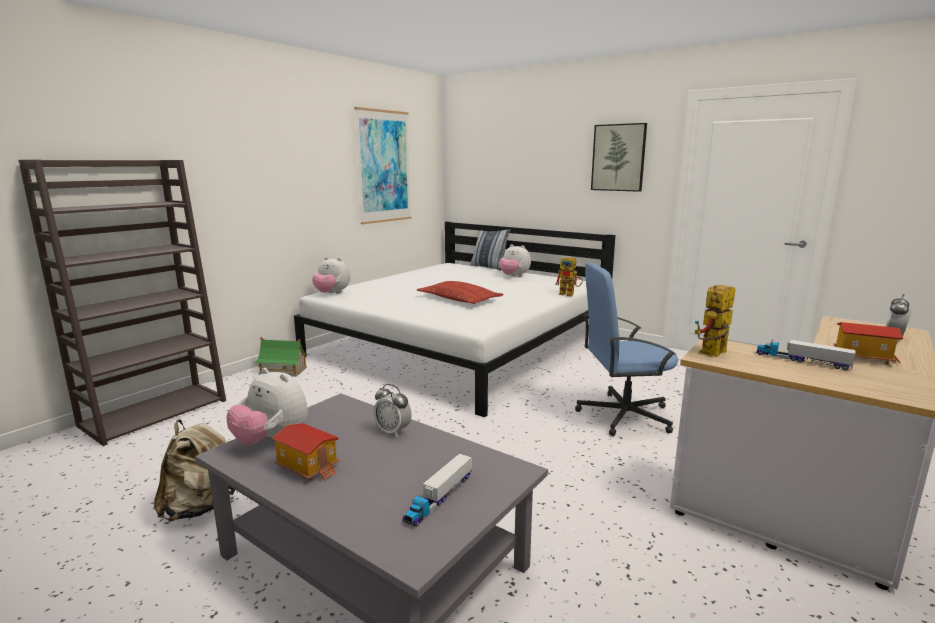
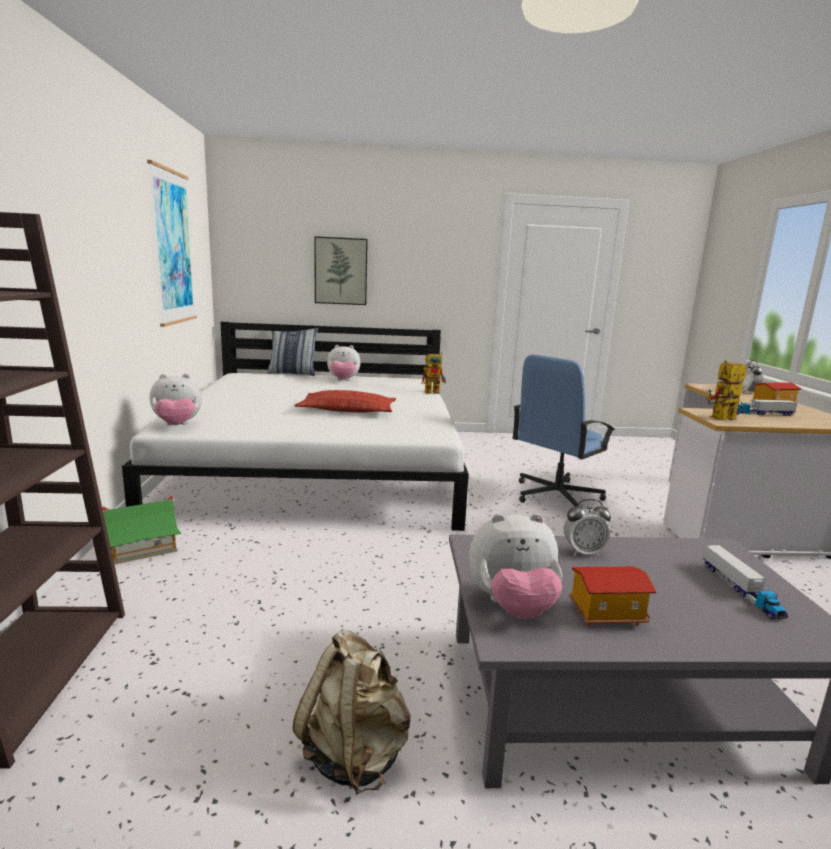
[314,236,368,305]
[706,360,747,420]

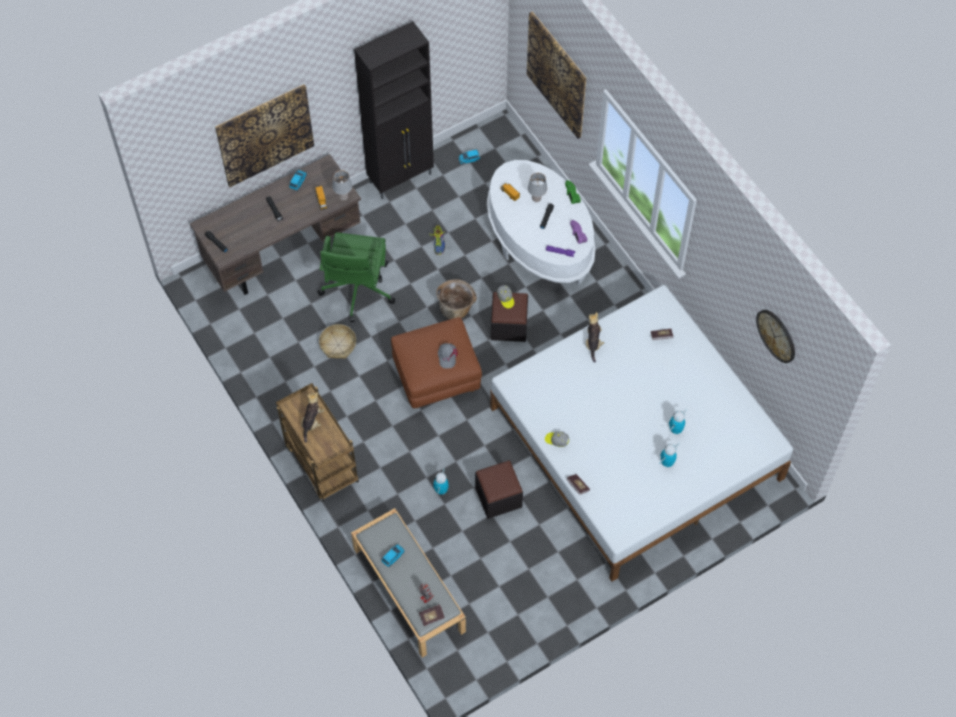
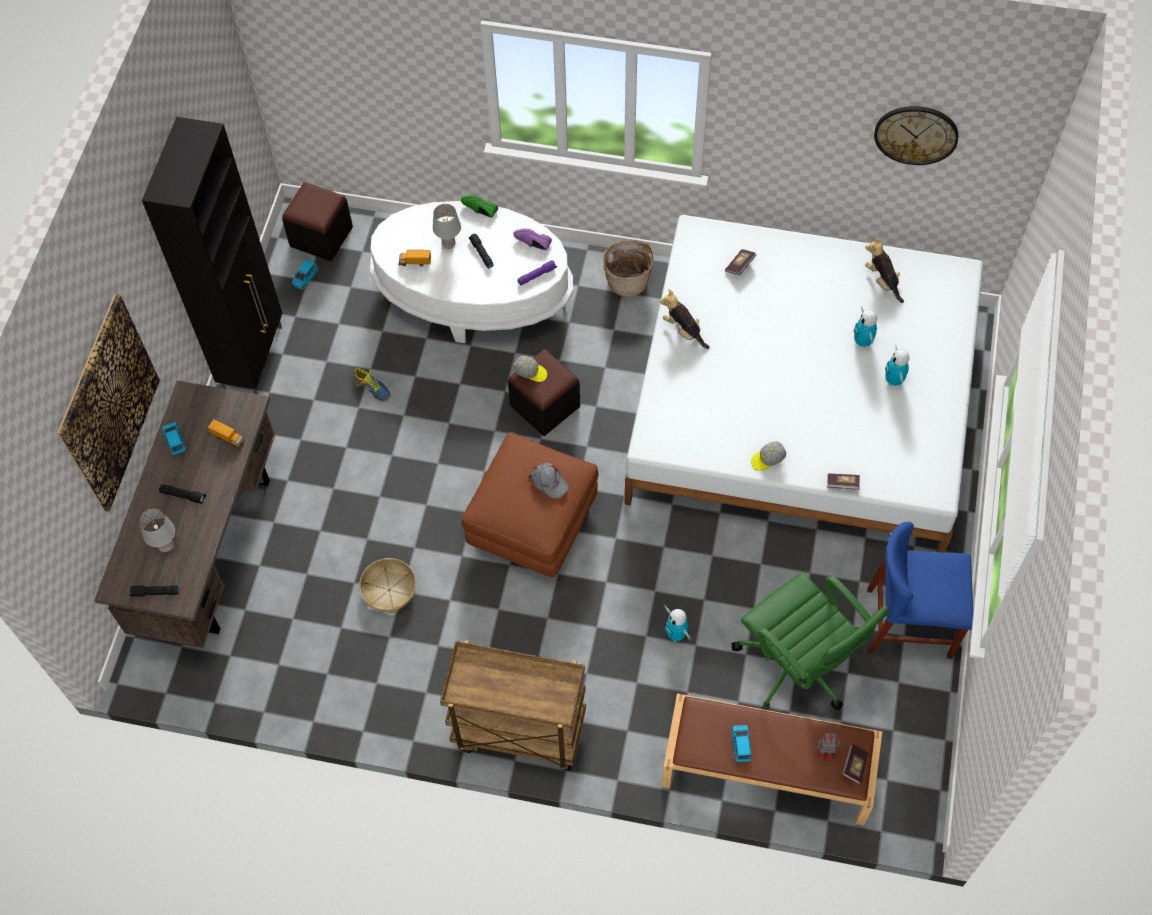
[527,11,586,139] (first image)
[139,509,175,552]
[731,572,889,710]
[603,240,654,297]
[865,237,904,303]
[282,182,353,261]
[662,693,882,825]
[867,522,973,659]

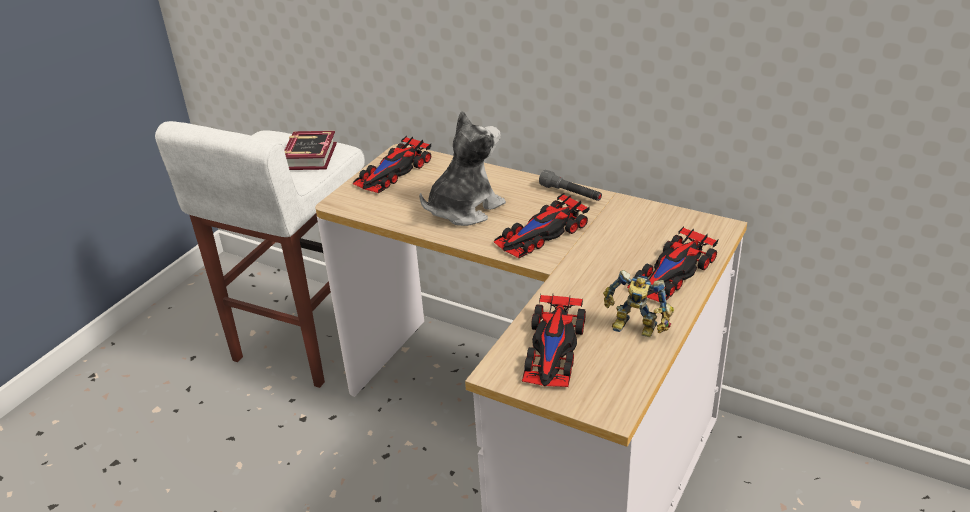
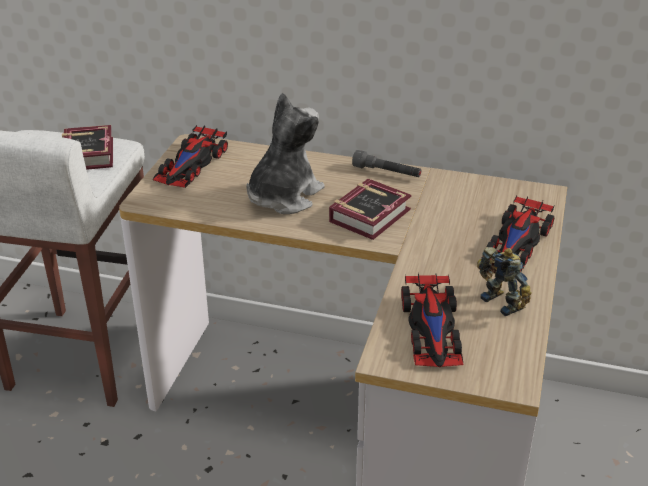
[329,179,412,240]
[477,247,531,316]

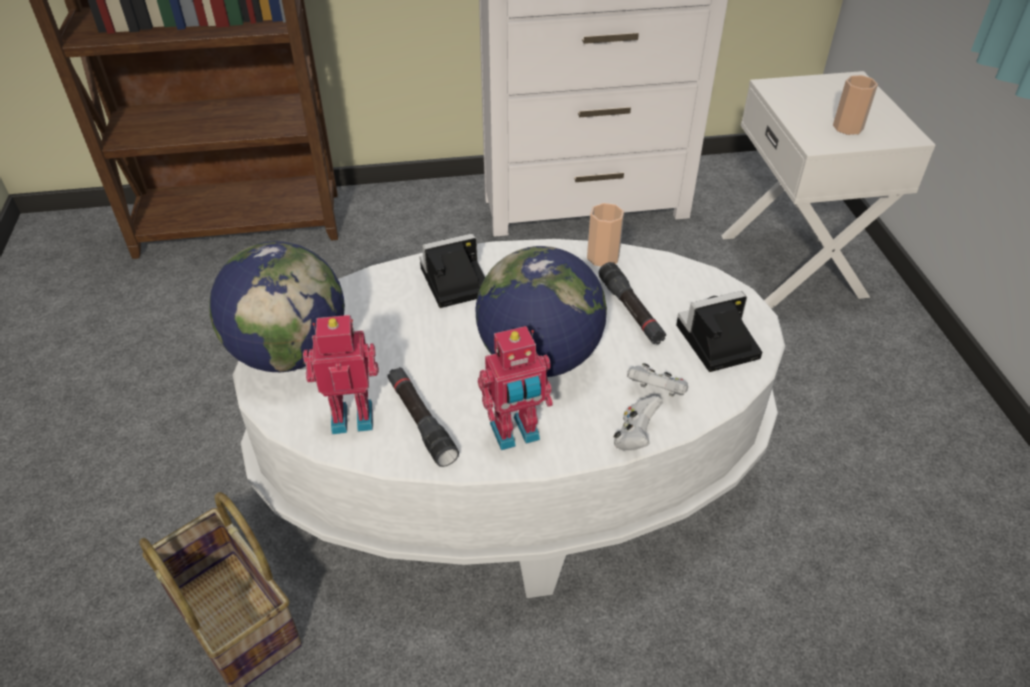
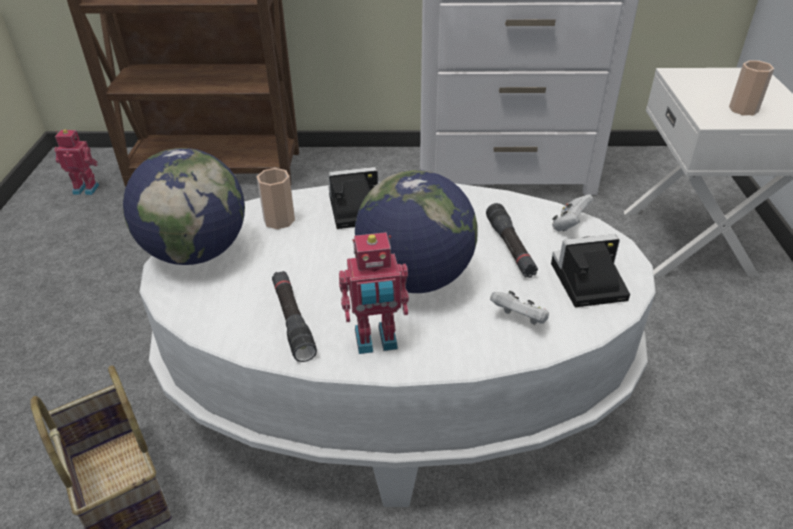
[257,168,295,229]
[54,129,99,195]
[552,194,593,231]

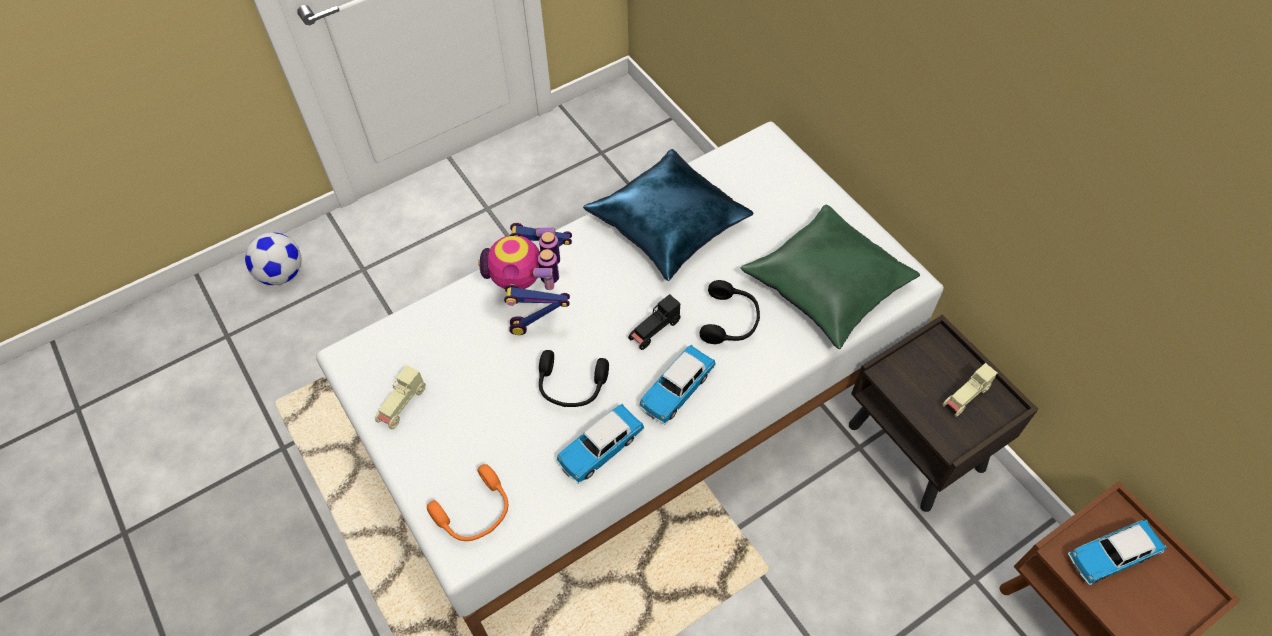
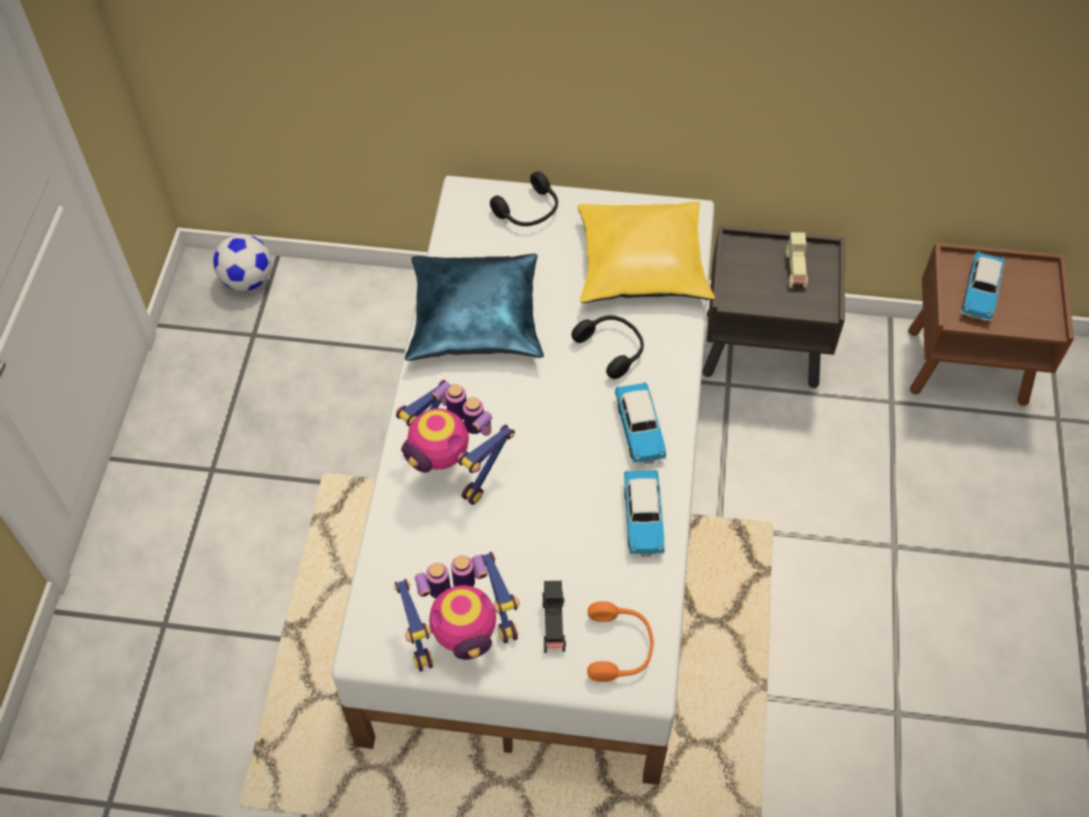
[578,202,715,303]
[213,234,271,291]
[543,581,566,653]
[490,172,558,226]
[394,552,520,672]

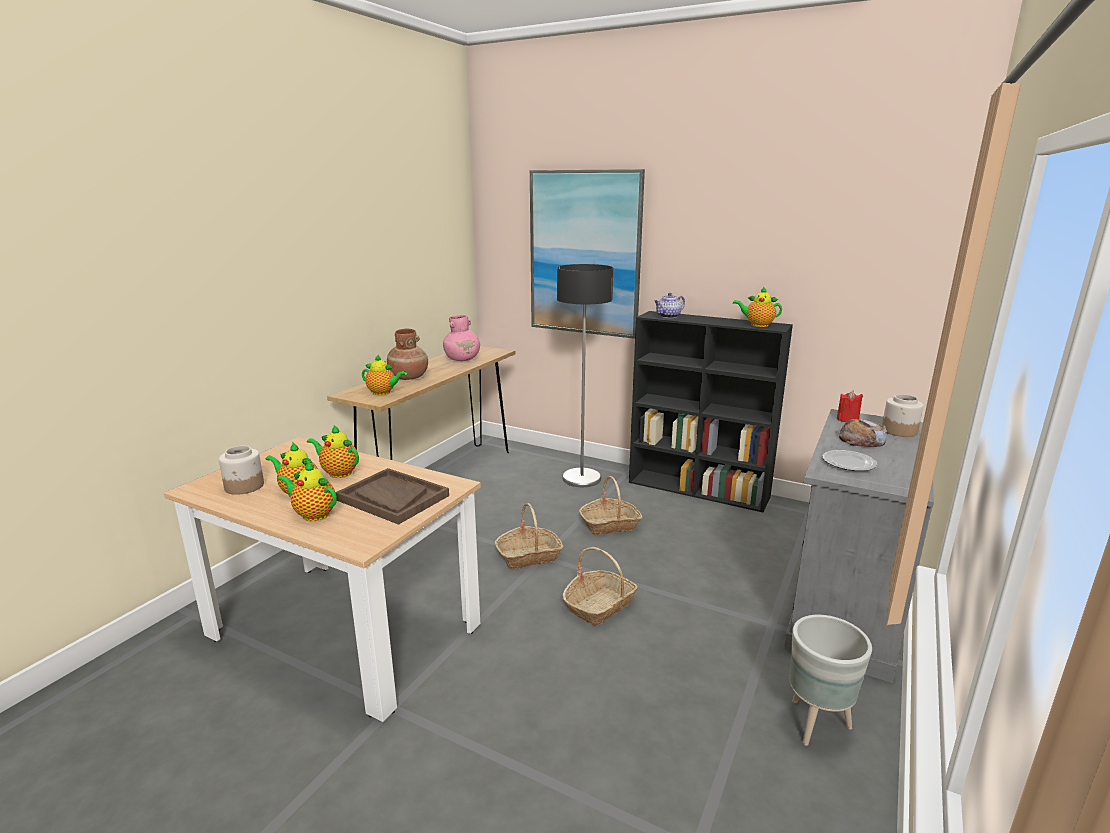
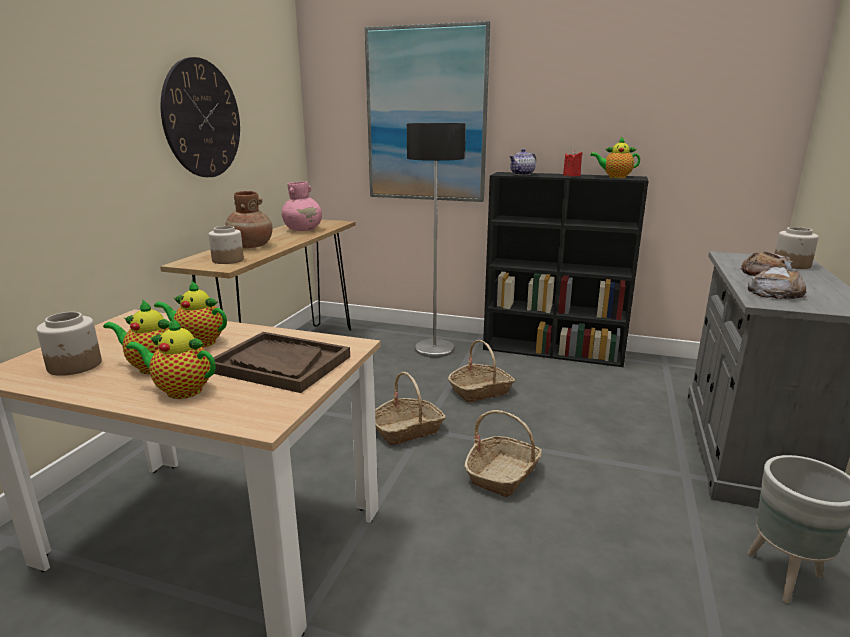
[209,226,244,264]
[563,150,583,176]
[748,267,807,299]
[161,57,240,177]

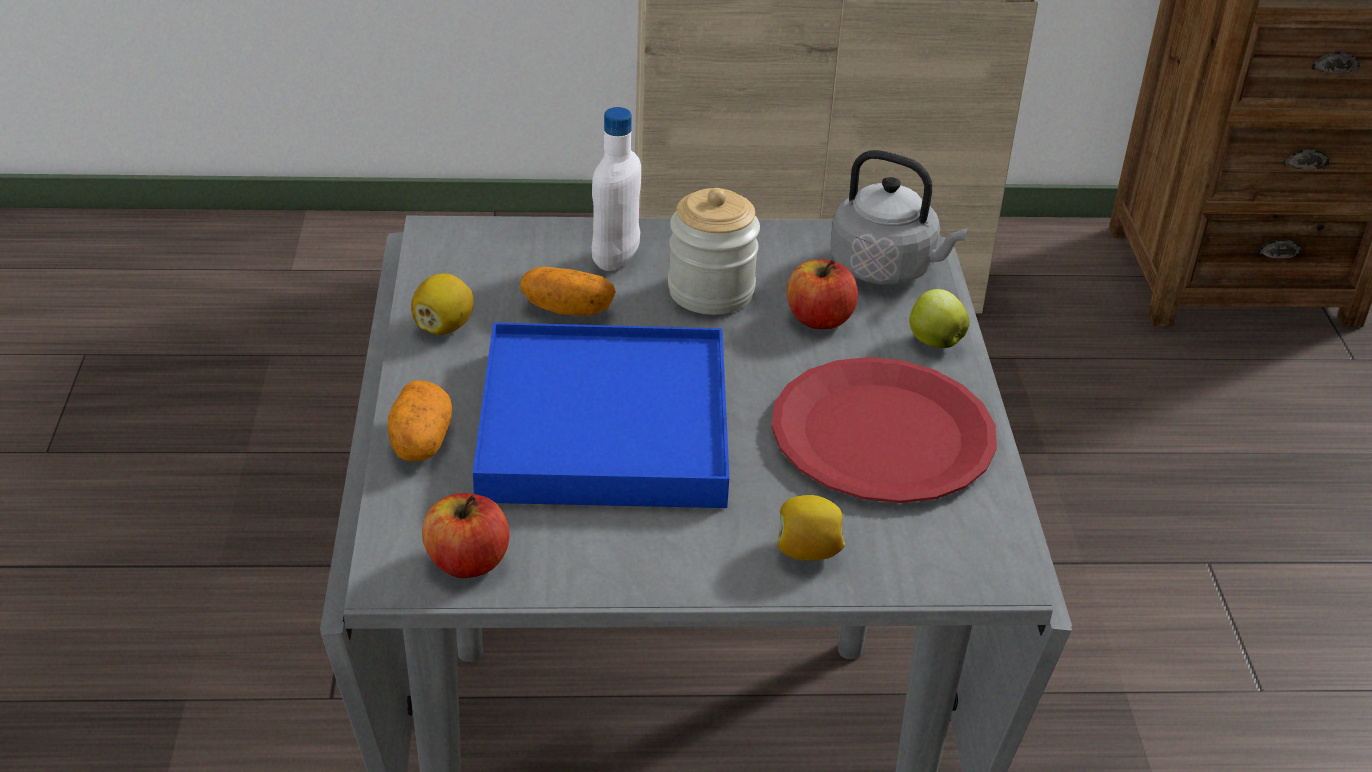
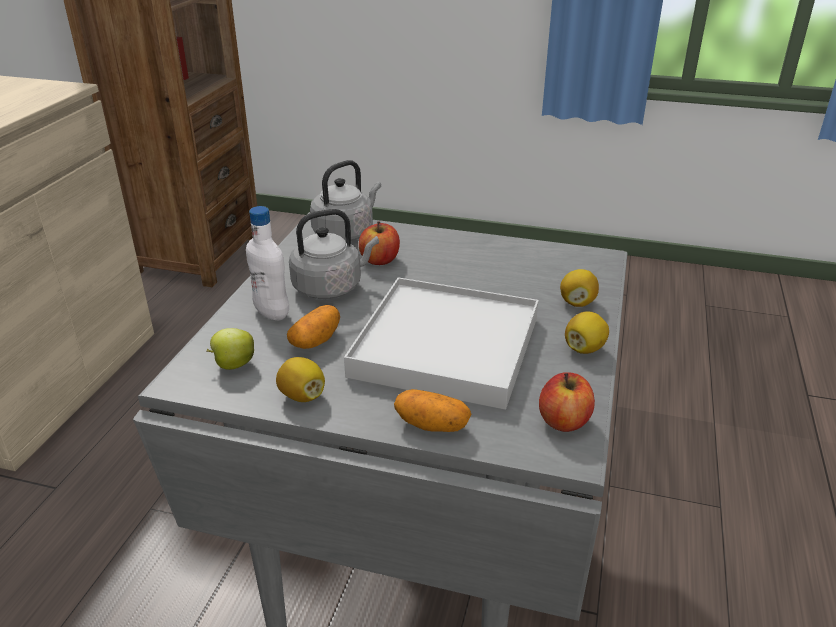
[289,209,379,299]
[206,328,254,370]
[344,277,539,410]
[772,357,997,503] (first image)
[565,311,609,354]

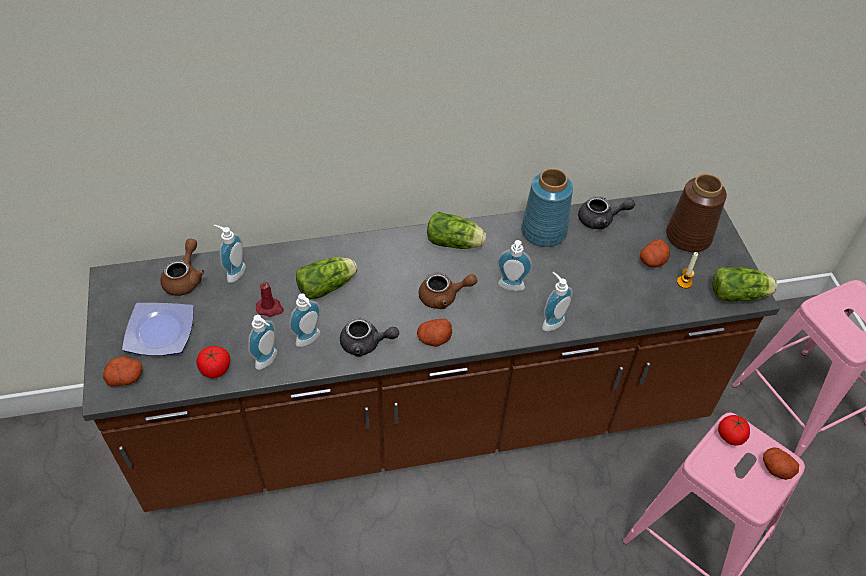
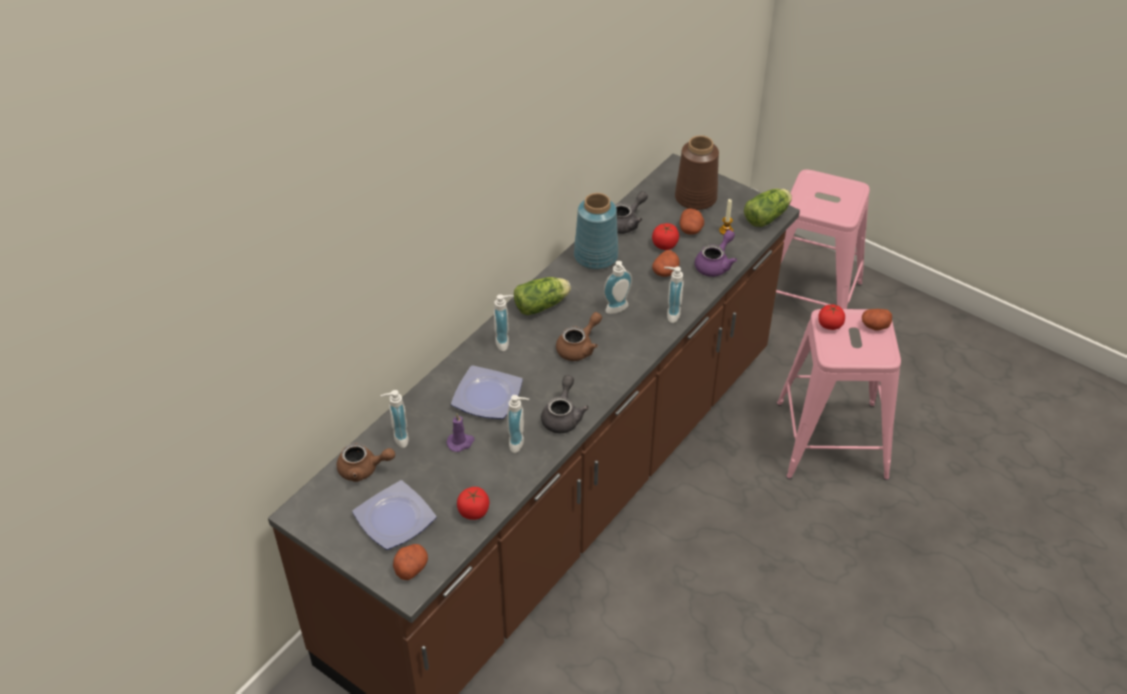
[337,443,395,482]
[451,365,523,419]
[446,413,474,452]
[494,294,514,351]
[541,375,589,433]
[652,250,680,277]
[652,223,679,250]
[695,230,737,277]

